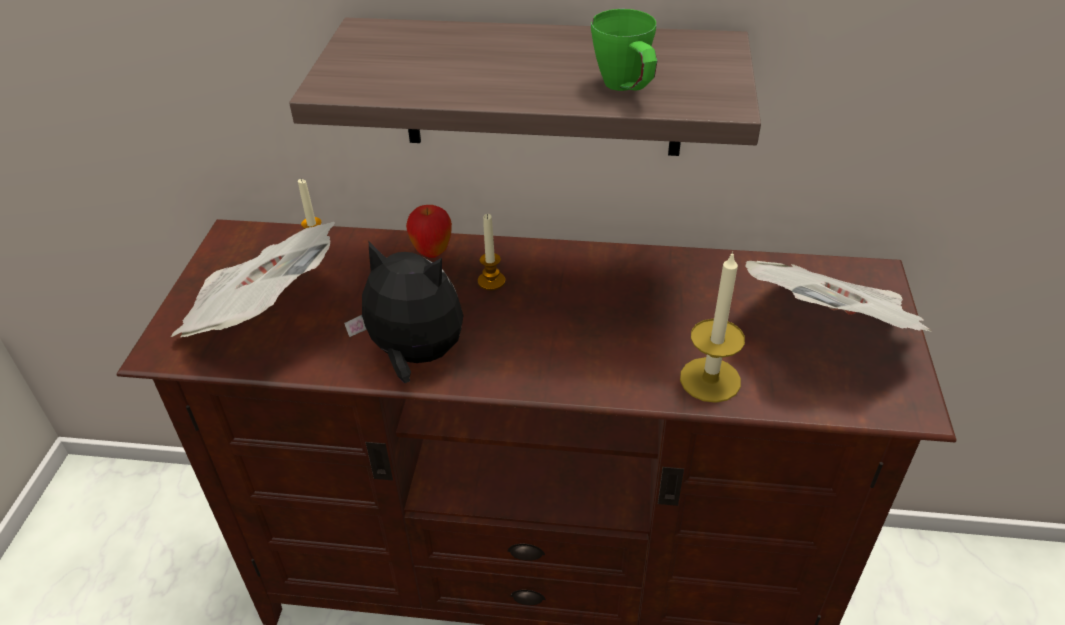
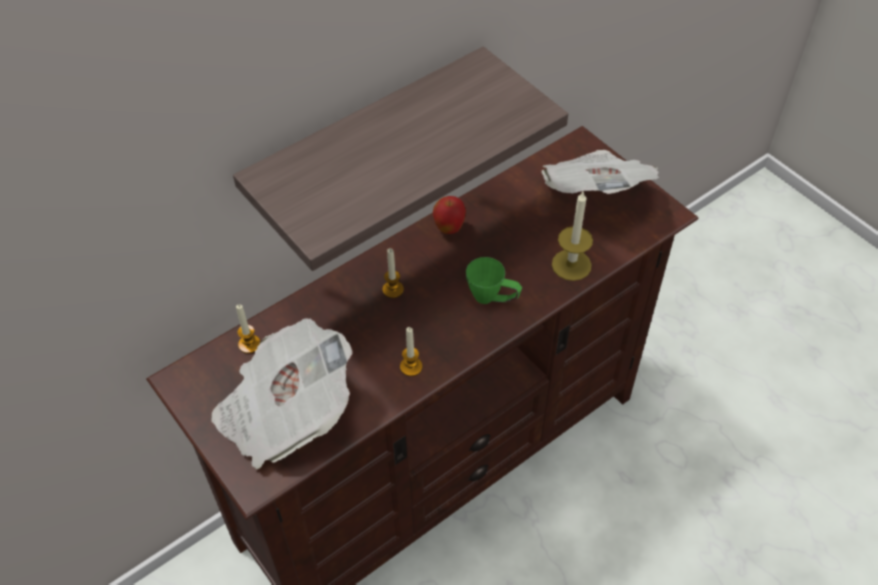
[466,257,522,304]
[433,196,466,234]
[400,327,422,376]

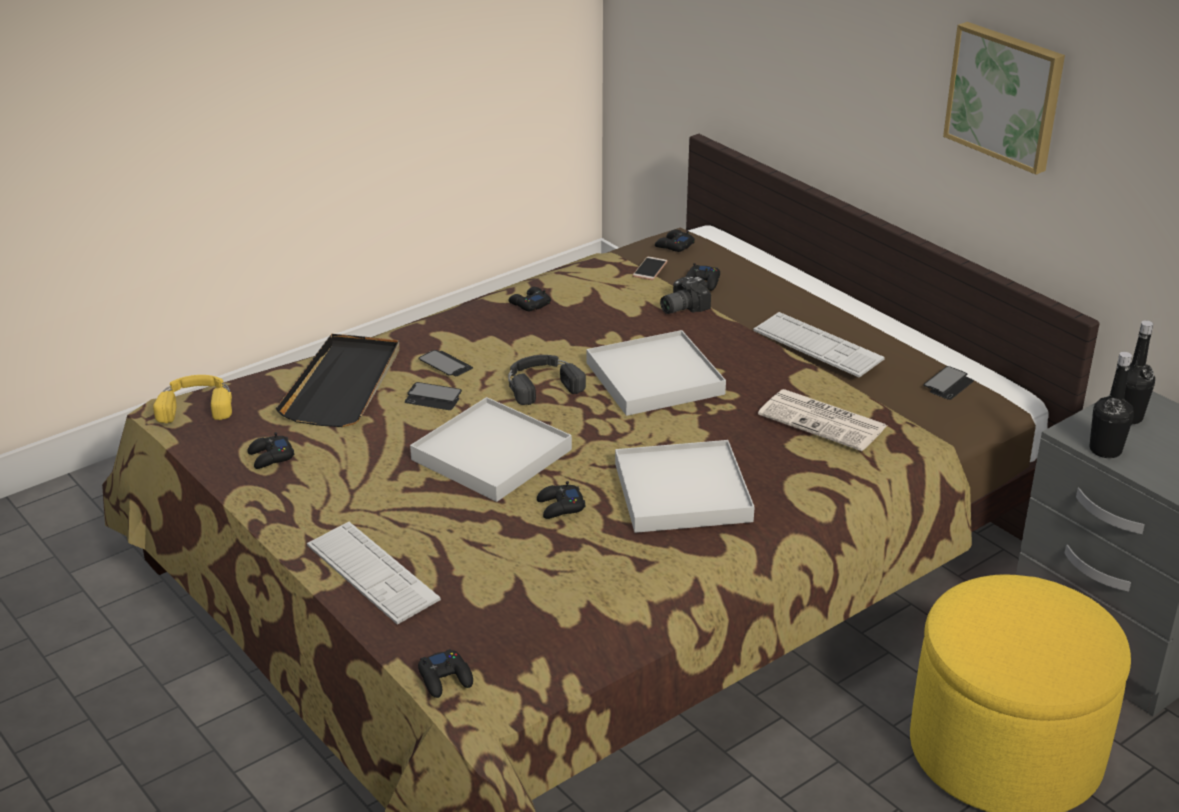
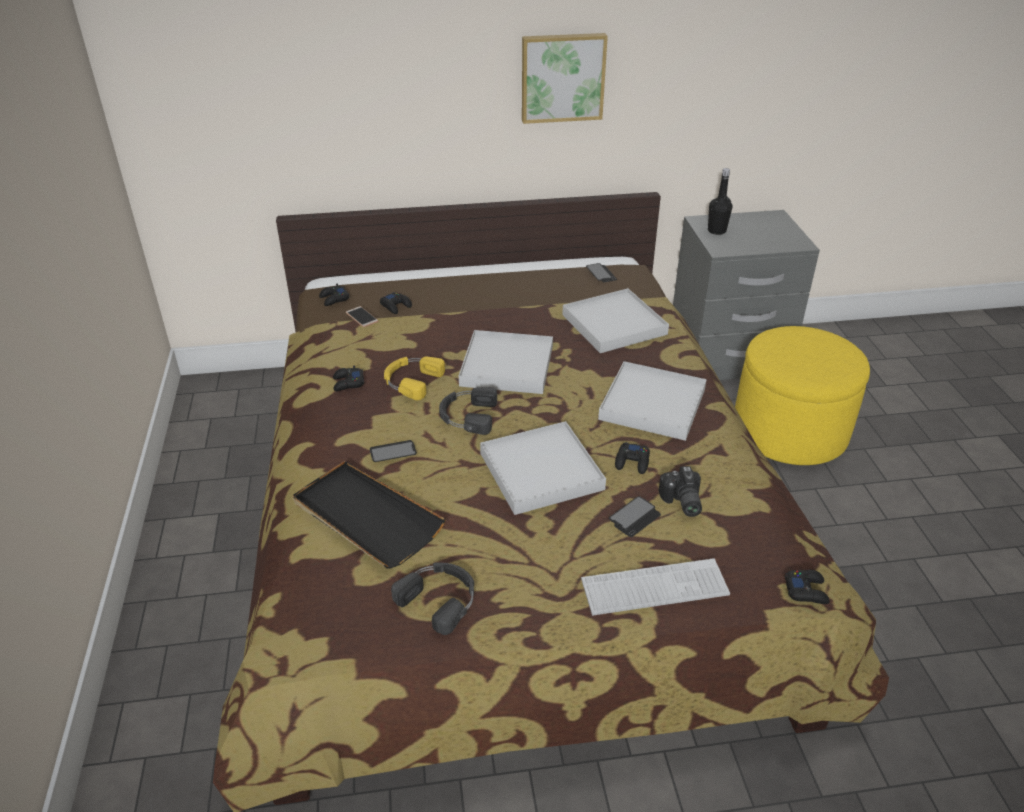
[659,466,702,517]
[753,312,885,378] (first image)
[1090,352,1134,458] (first image)
[384,357,445,400]
[609,496,661,537]
[562,288,669,353]
[391,562,474,635]

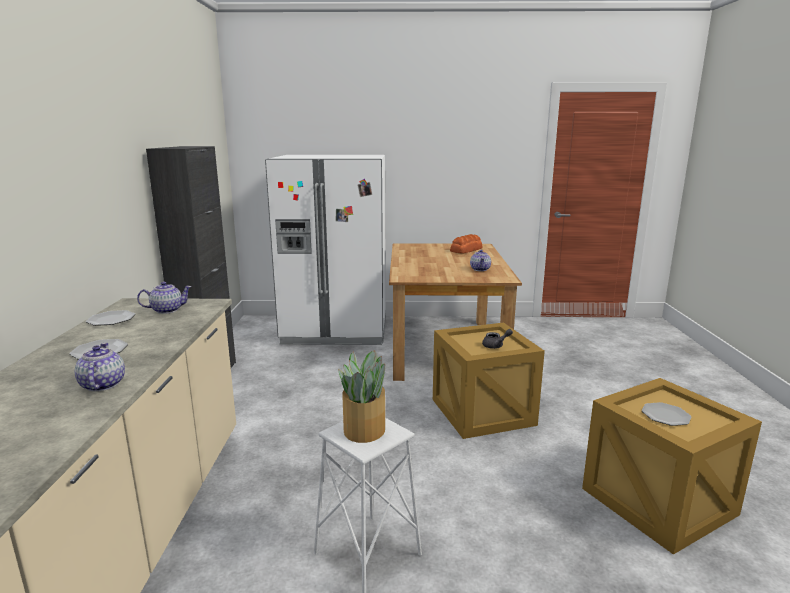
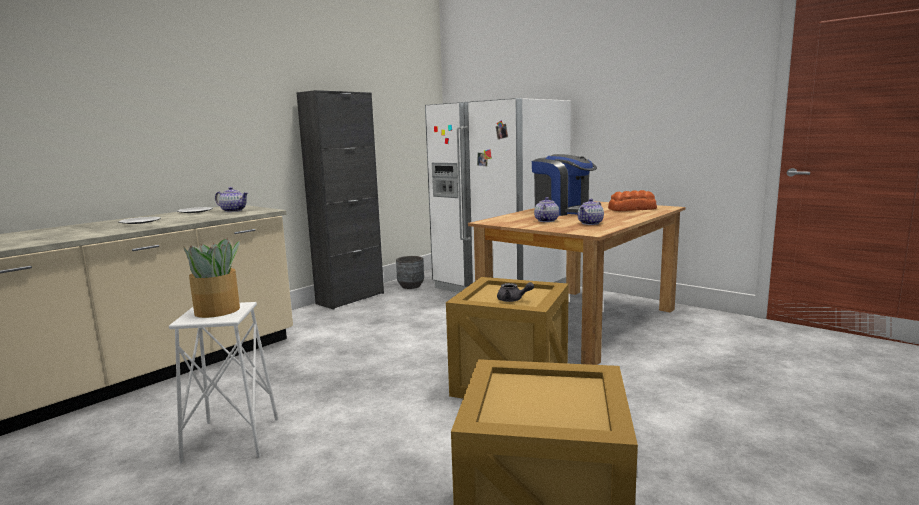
[534,197,559,222]
[642,402,691,426] (first image)
[532,154,597,216]
[396,256,424,289]

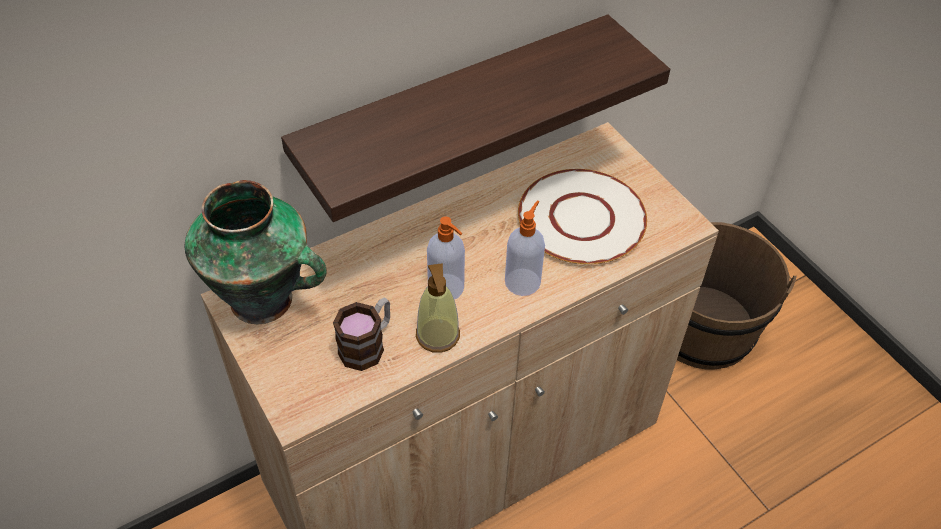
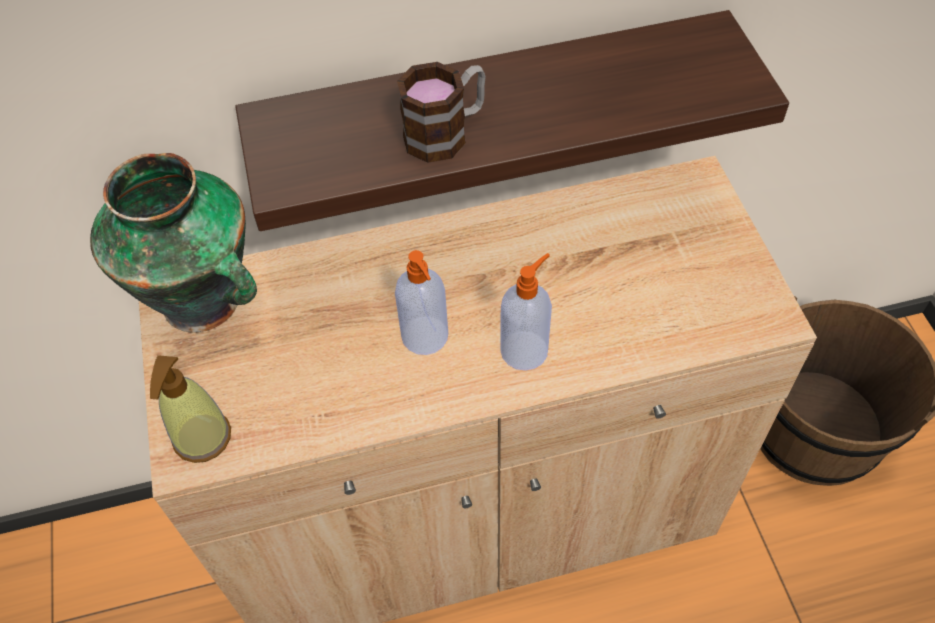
[518,169,647,264] (first image)
[150,355,231,463]
[397,62,486,163]

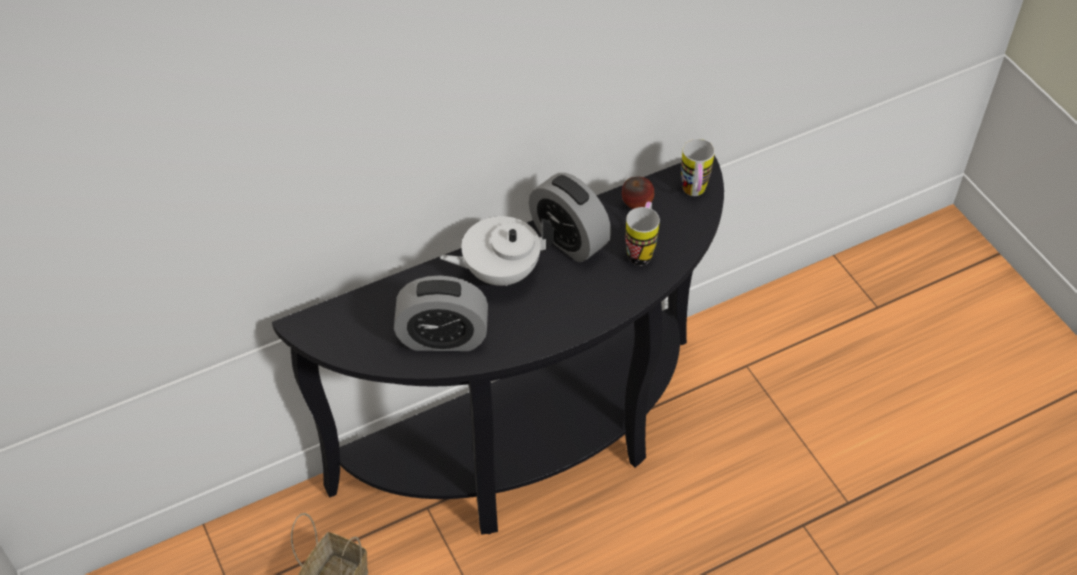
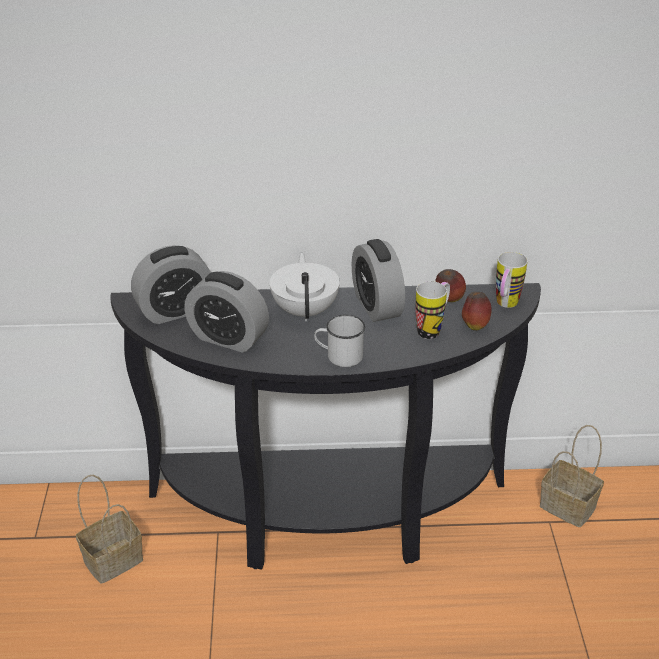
[270,252,340,321]
[131,245,211,324]
[462,292,492,330]
[314,315,365,367]
[540,425,604,527]

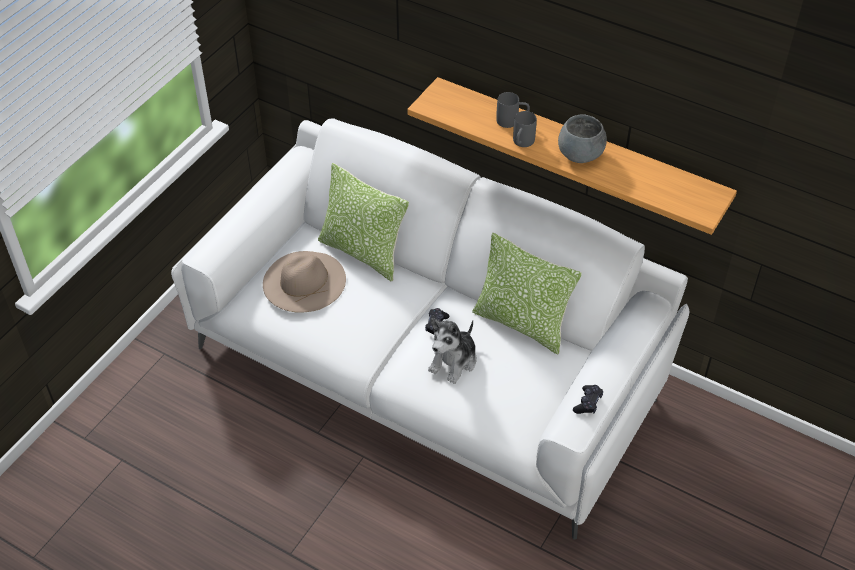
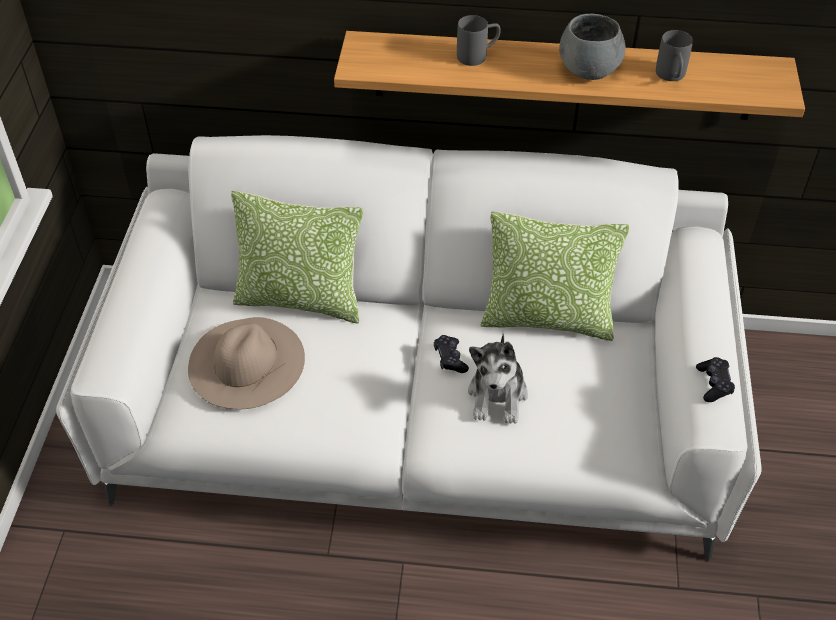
[656,30,693,81]

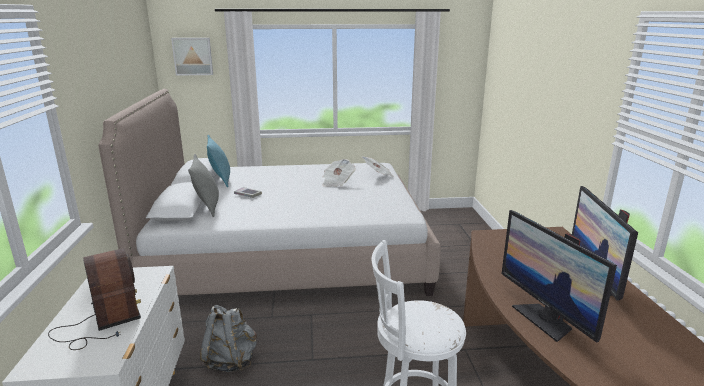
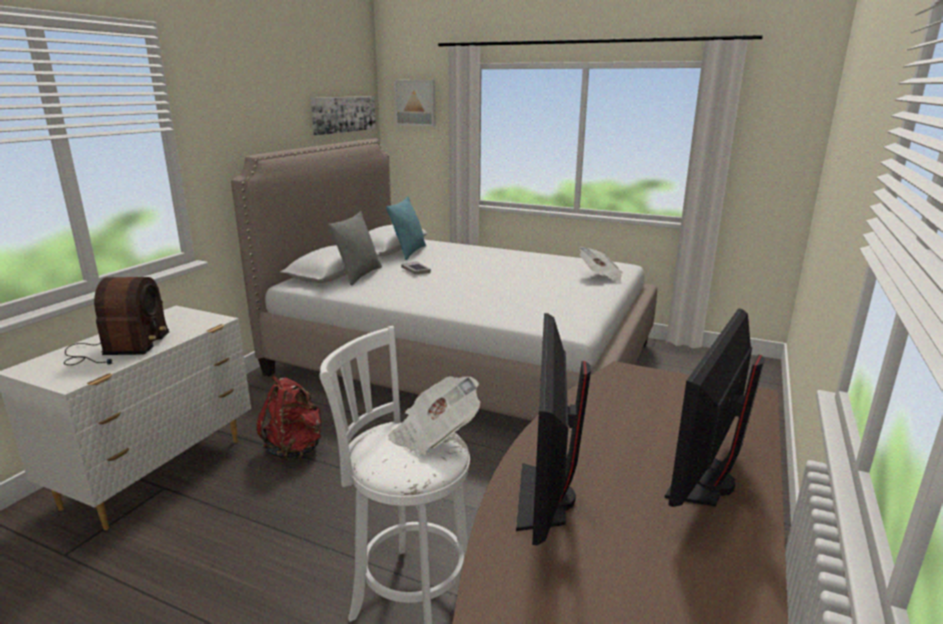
[388,376,480,455]
[256,376,322,460]
[311,96,376,135]

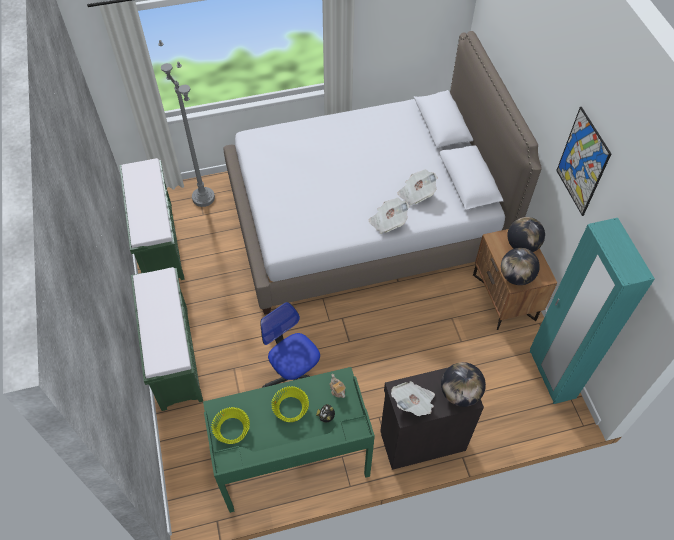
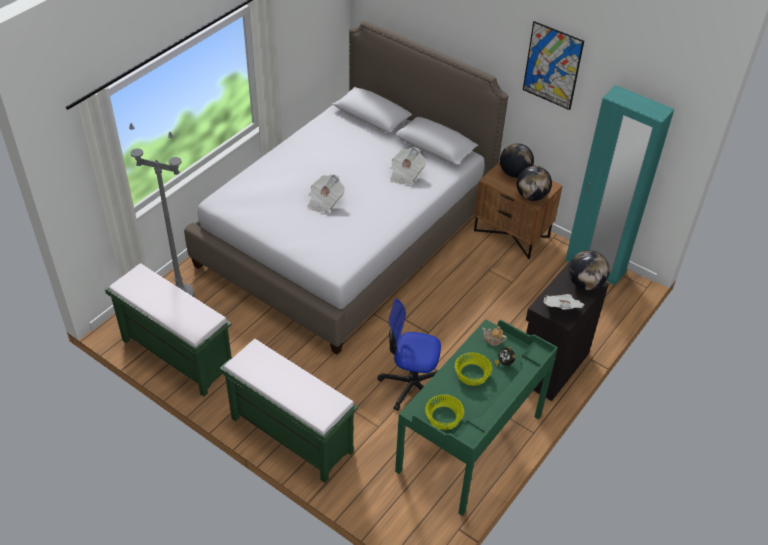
[307,175,345,213]

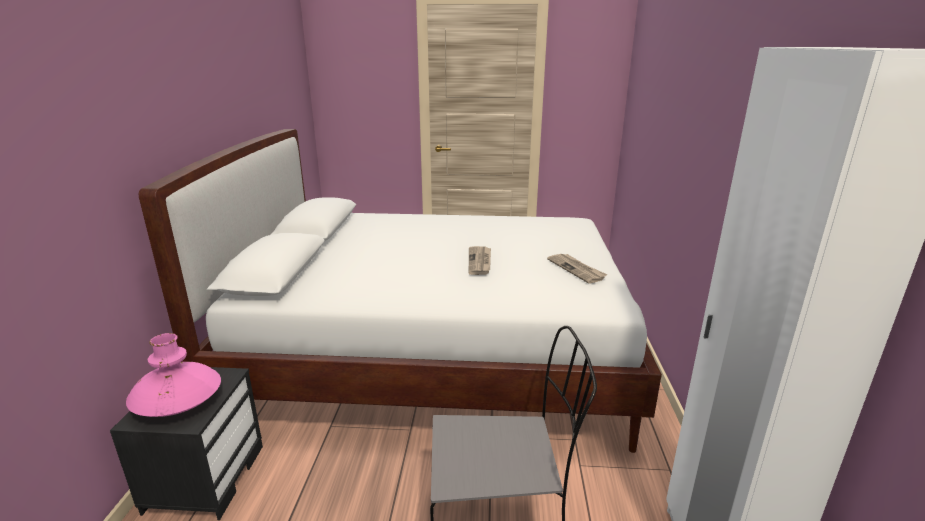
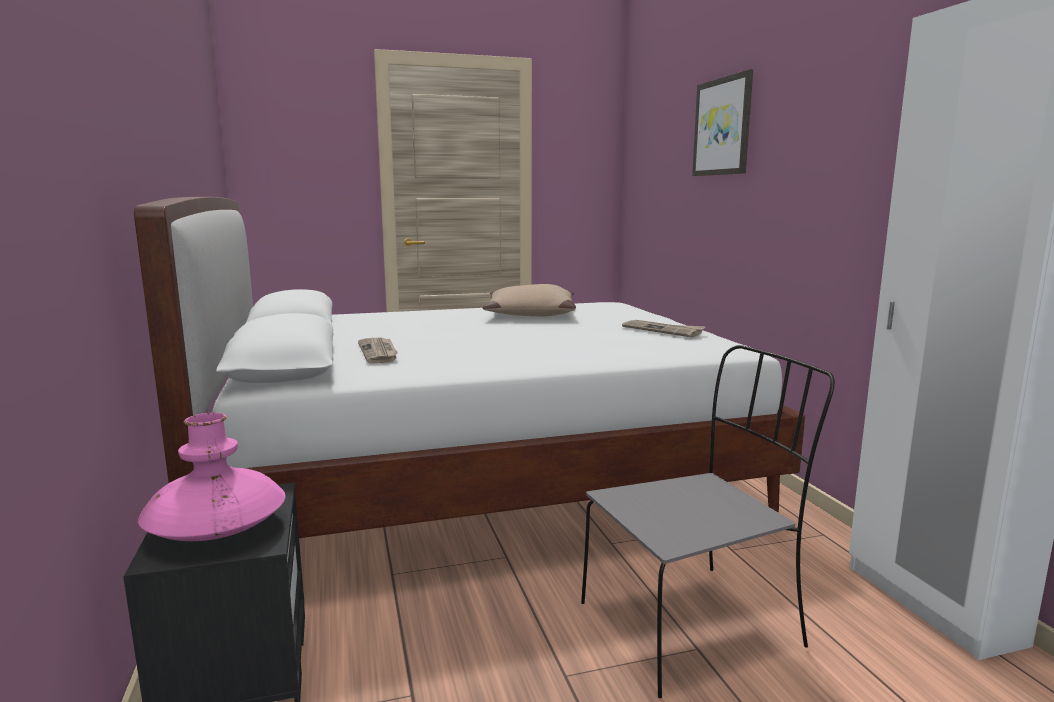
[358,338,398,364]
[692,69,753,176]
[482,284,576,316]

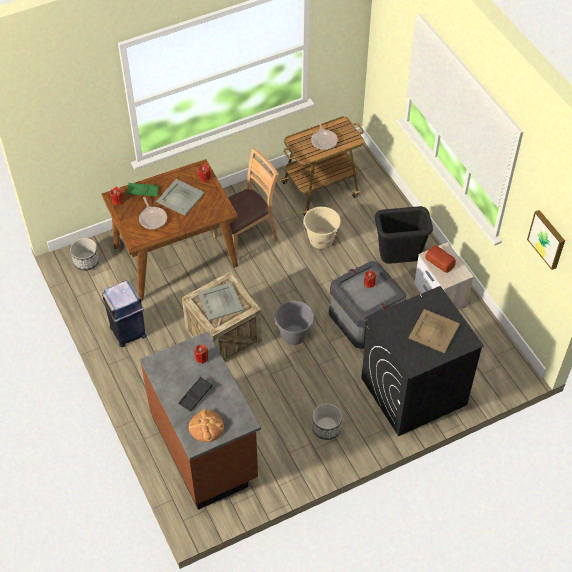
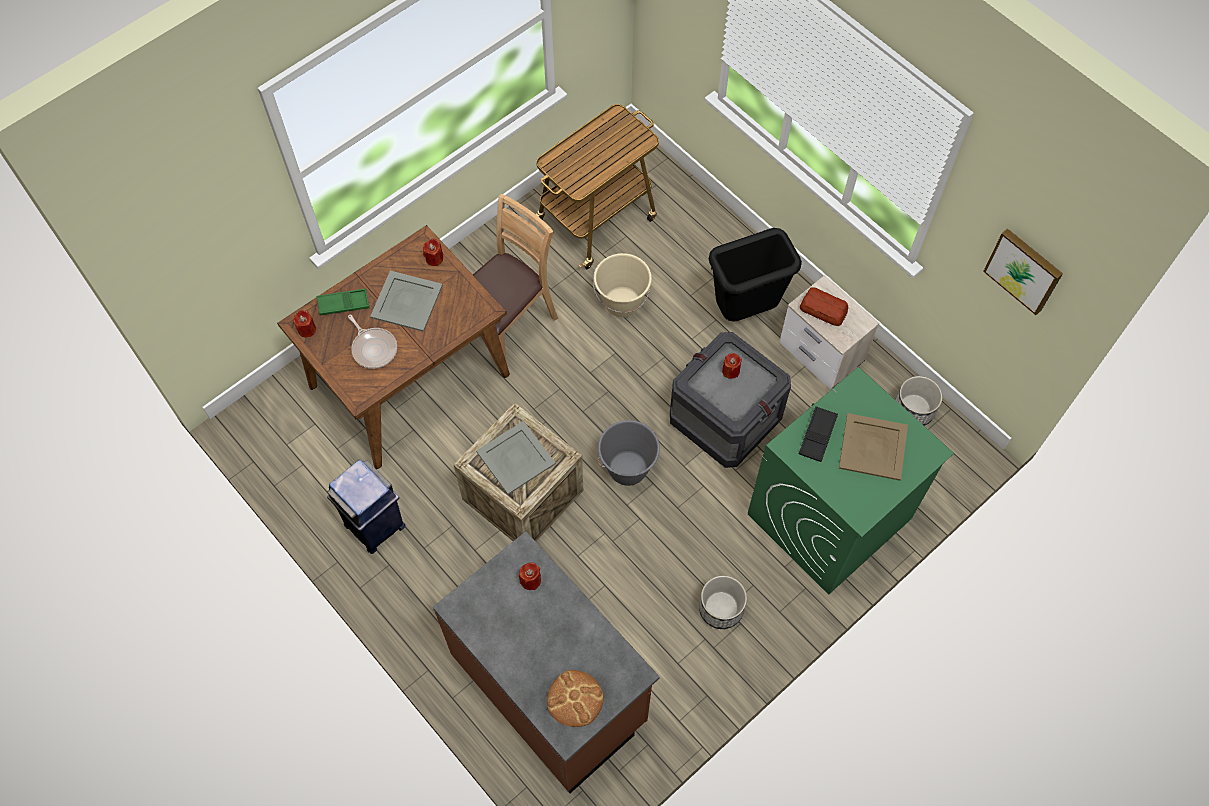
[311,120,338,150] (first image)
[895,376,943,426]
[748,367,954,595]
[799,406,838,462]

